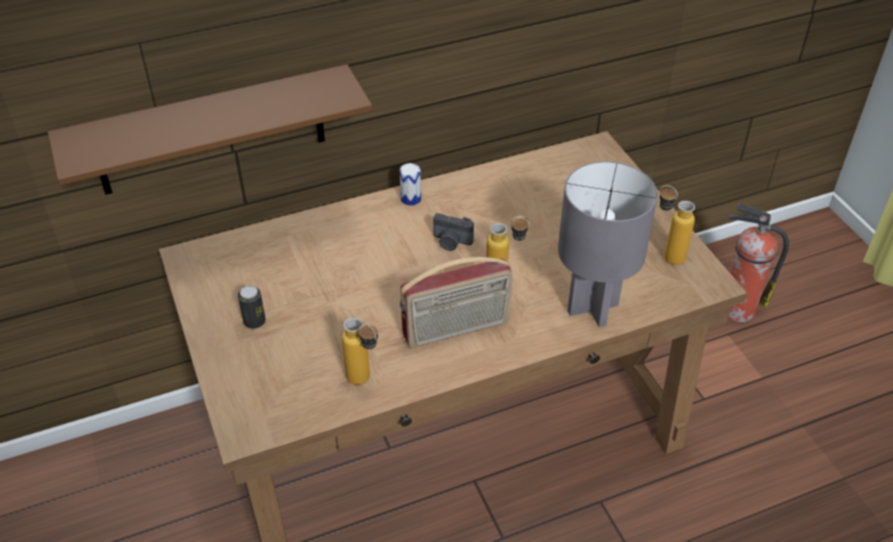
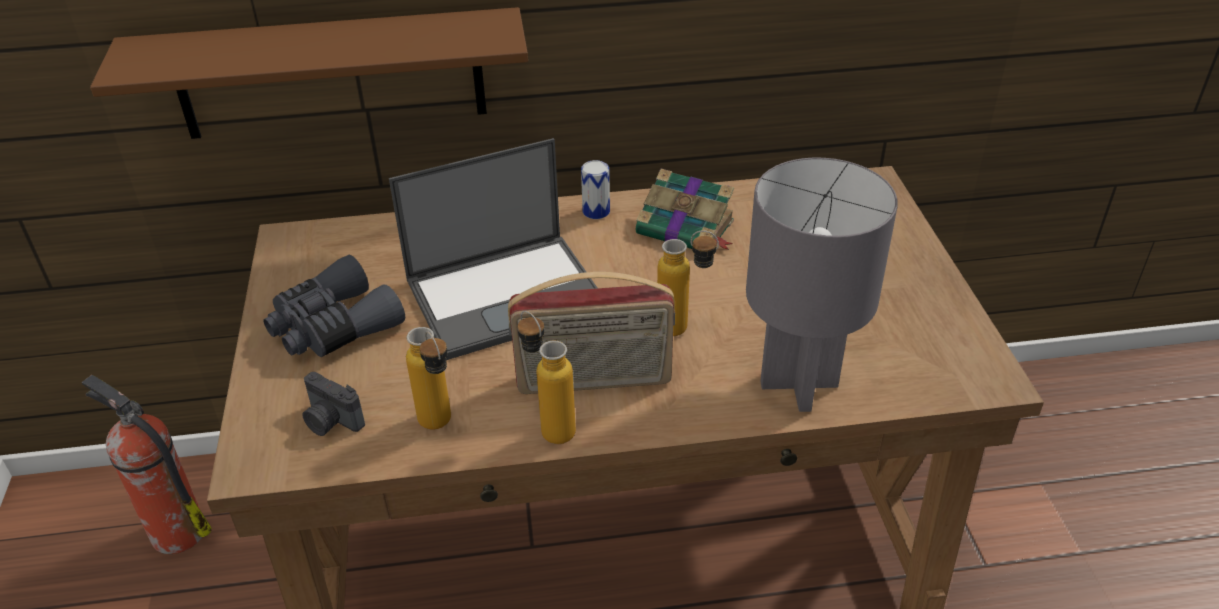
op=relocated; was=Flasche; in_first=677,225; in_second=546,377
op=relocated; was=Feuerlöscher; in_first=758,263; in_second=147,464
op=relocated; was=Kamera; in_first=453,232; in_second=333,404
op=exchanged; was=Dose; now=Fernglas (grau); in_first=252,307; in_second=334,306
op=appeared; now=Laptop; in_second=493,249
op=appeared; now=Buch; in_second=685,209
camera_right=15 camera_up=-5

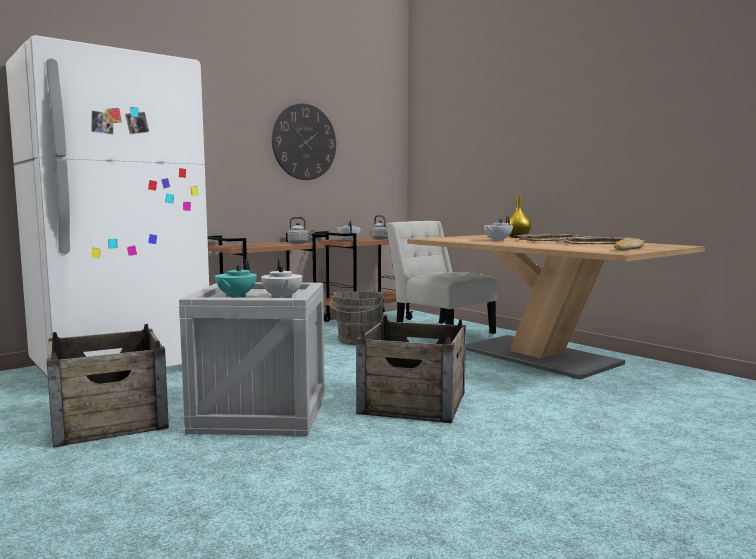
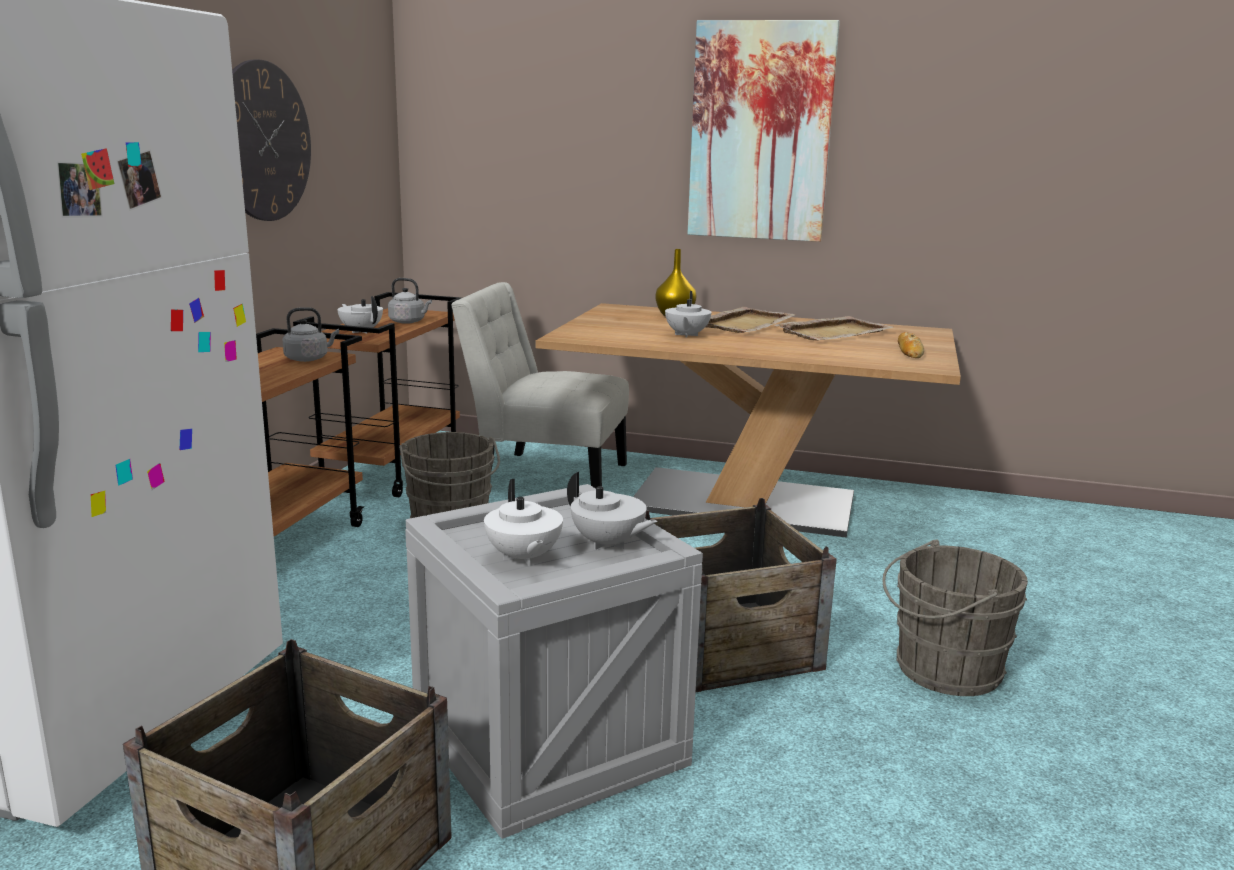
op=colour; was=Teekanne (türkis); now=Teekanne (weiß); in_first=236,278; in_second=523,522
op=appeared; now=Bild; in_second=763,131
op=appeared; now=Eimer (grau); in_second=955,618
camera_right=-35 camera_up=10

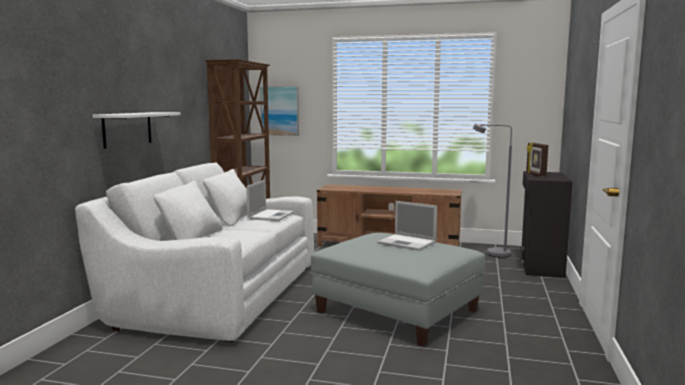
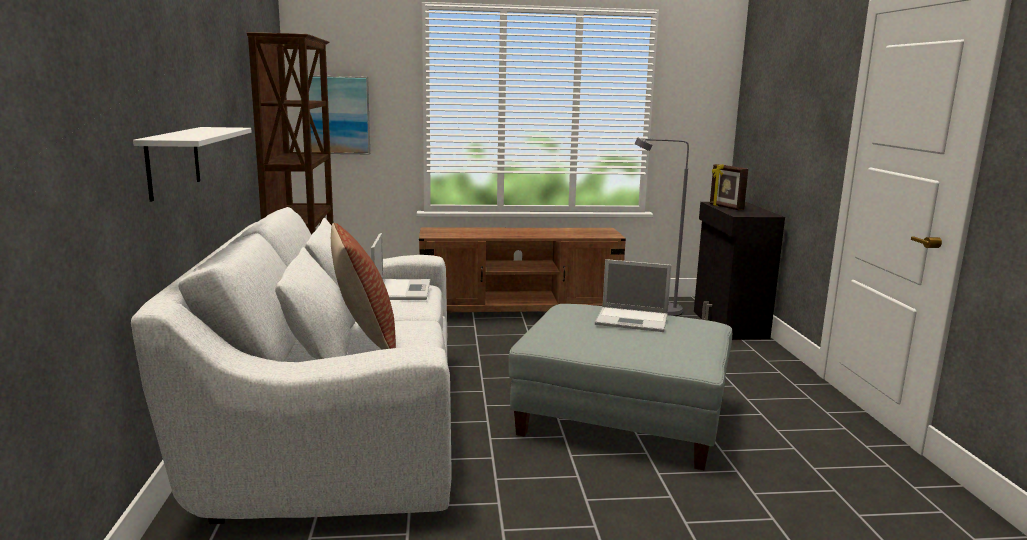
op=appeared; now=Kissen; in_second=363,286
camera_right=-20 camera_up=5

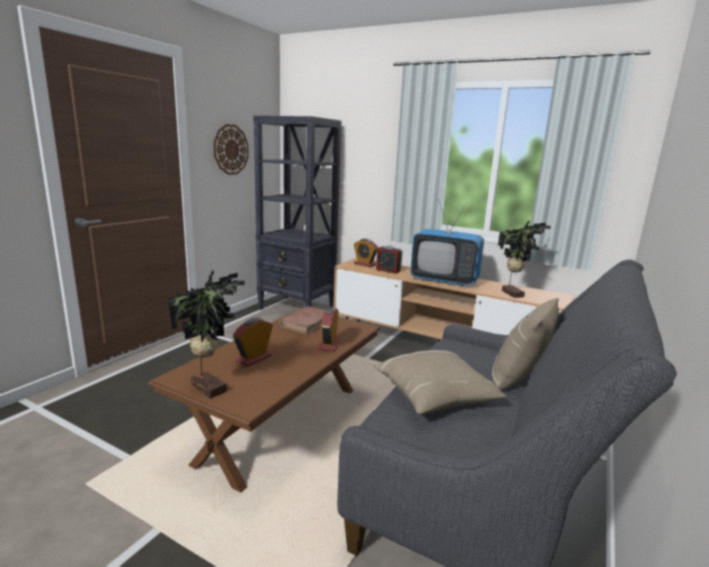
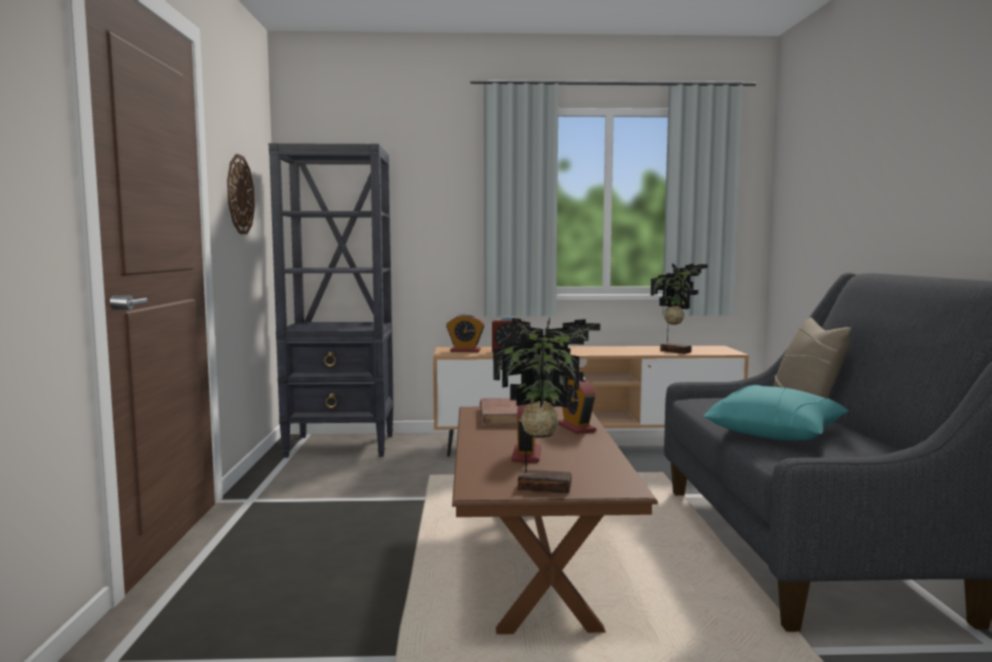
op=missing; was=Fernseher; in_first=447,242
op=colour; was=Kissen (beige); now=Kissen (türkis); in_first=440,382; in_second=776,413
camera_right=-30 camera_up=-10

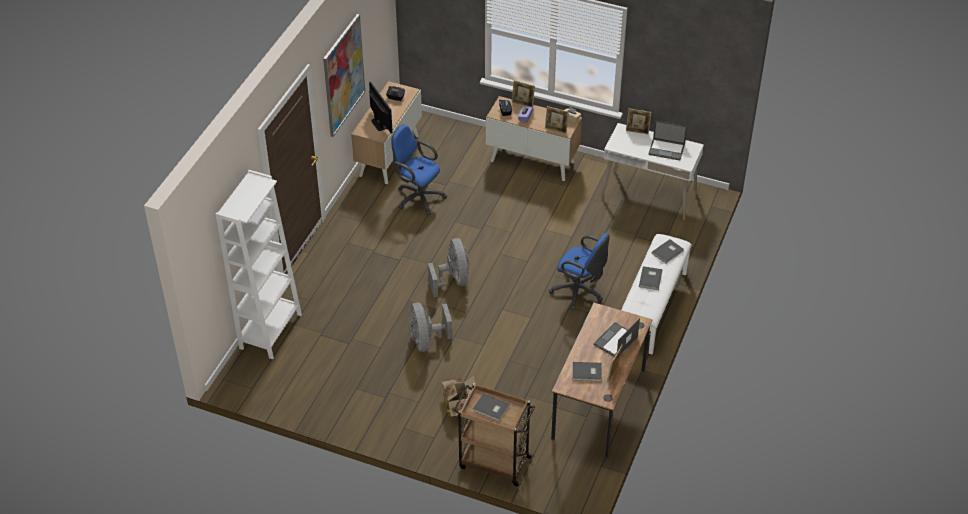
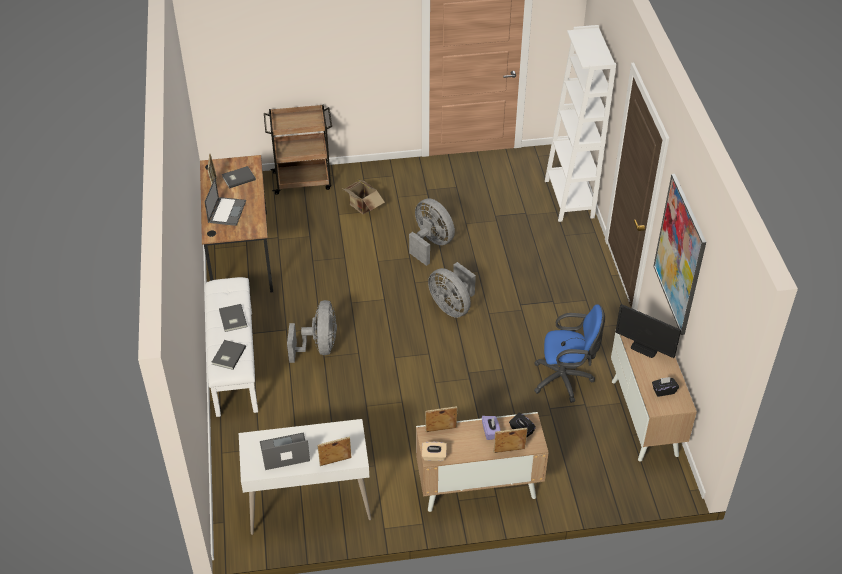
op=exchanged; was=Bürostuhl (blau); now=Ventilator (grau); in_first=579,271; in_second=312,331
op=missing; was=Buch (grau); in_first=491,407
camera_right=150 camera_up=0

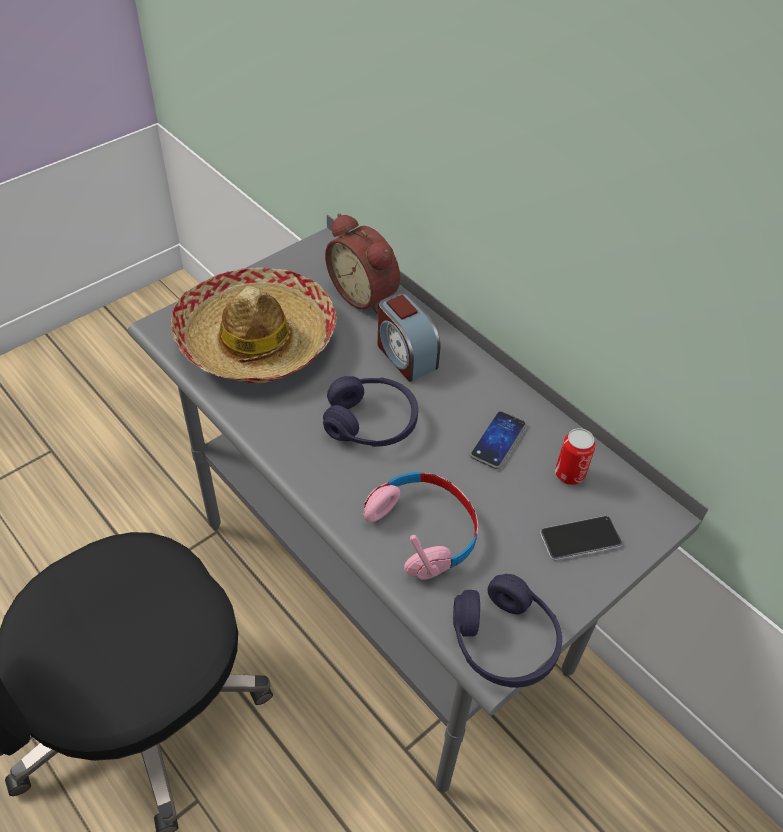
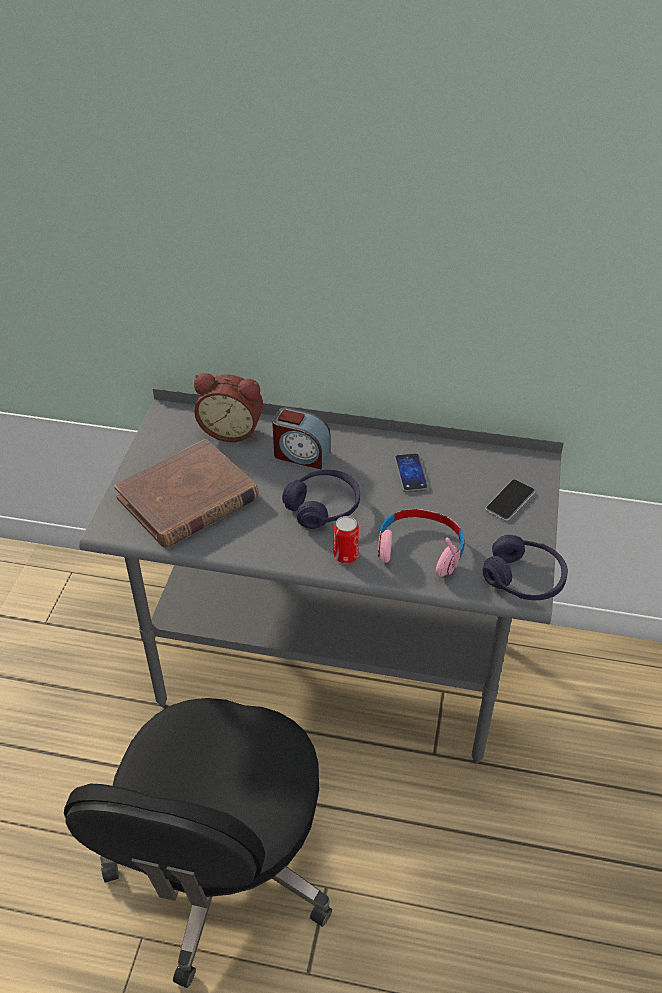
op=exchanged; was=Hut; now=Buch (braun); in_first=254,325; in_second=186,493
op=relocated; was=Dose; in_first=575,456; in_second=346,539
camera_right=-35 camera_up=-5

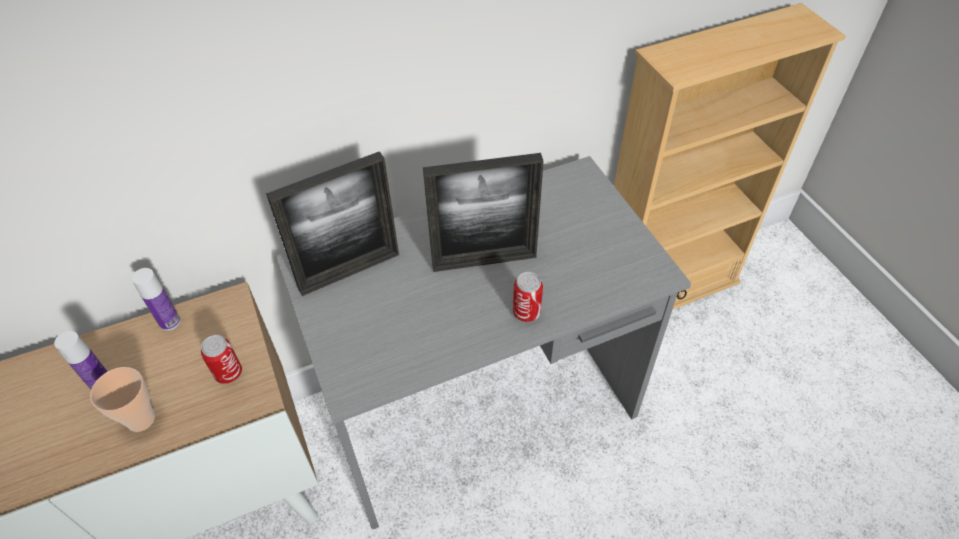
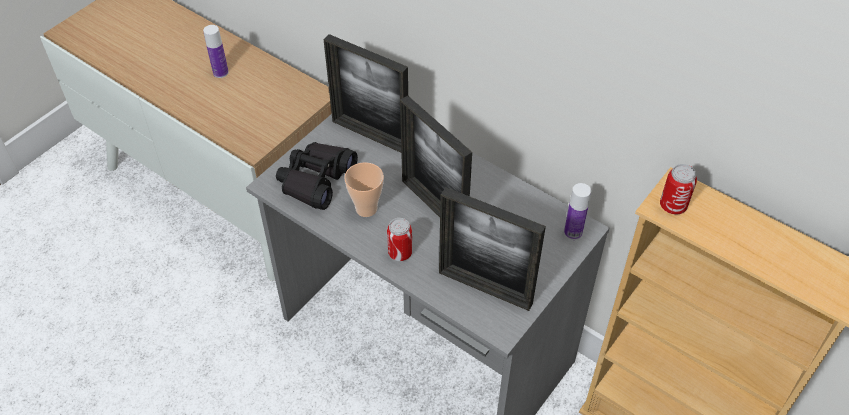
op=relocated; was=Flasche; in_first=156,299; in_second=577,211
op=relocated; was=Dose; in_first=221,359; in_second=678,189
op=relocated; was=Tasse; in_first=122,399; in_second=364,189
op=appeared; now=Fernglas (schwarz); in_second=317,176
op=appeared; now=Bilderrahmen; in_second=492,249
camera_right=60 camera_up=0

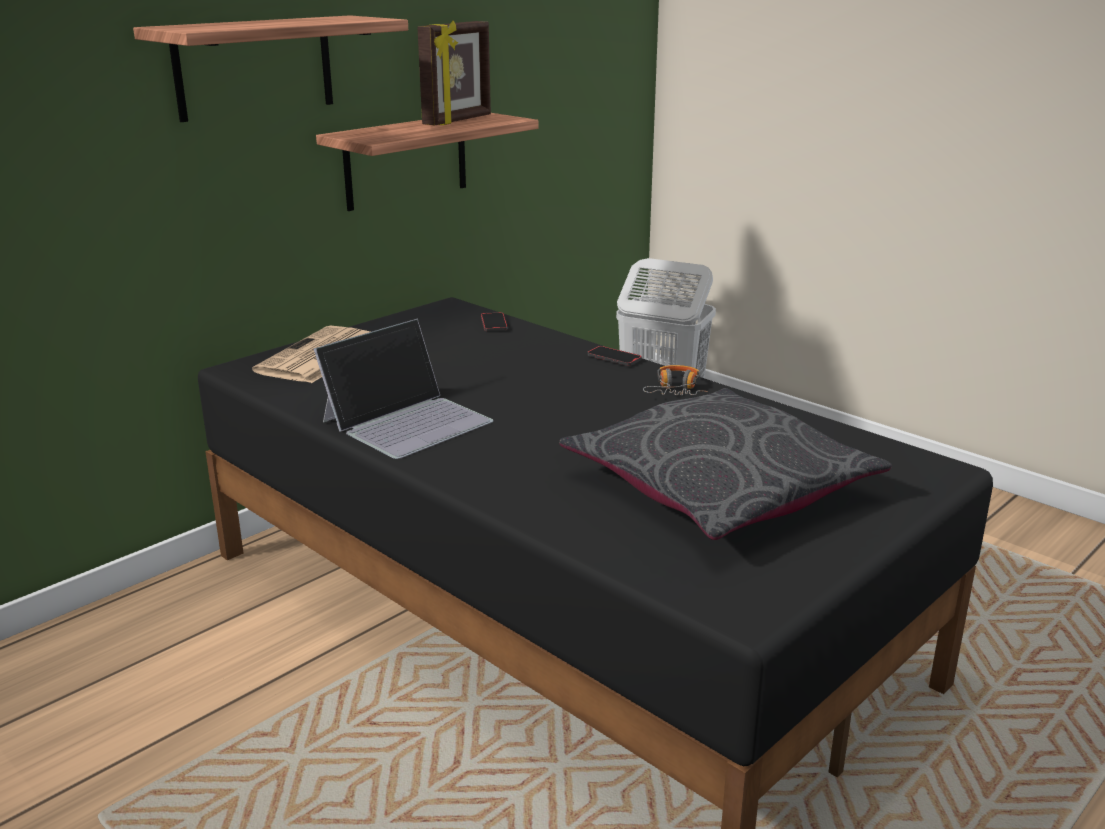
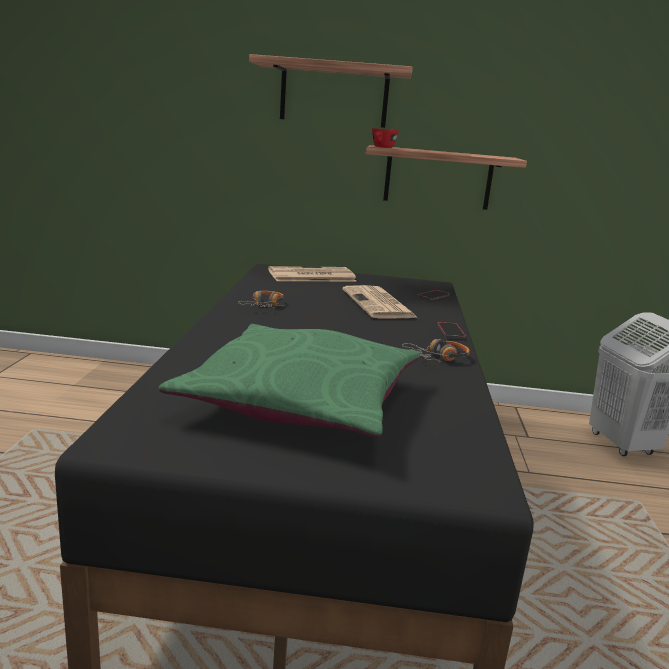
op=missing; was=Bilderrahmen; in_first=454,73
op=exchanged; was=Laptop; now=Kopfhörer; in_first=403,389; in_second=260,299
op=colour; was=Kissen (grau); now=Kissen (grün); in_first=726,464; in_second=289,380
op=appeared; now=Tasse (rot); in_second=385,138
op=appeared; now=Zeitung; in_second=380,301
camera_right=50 camera_up=-5

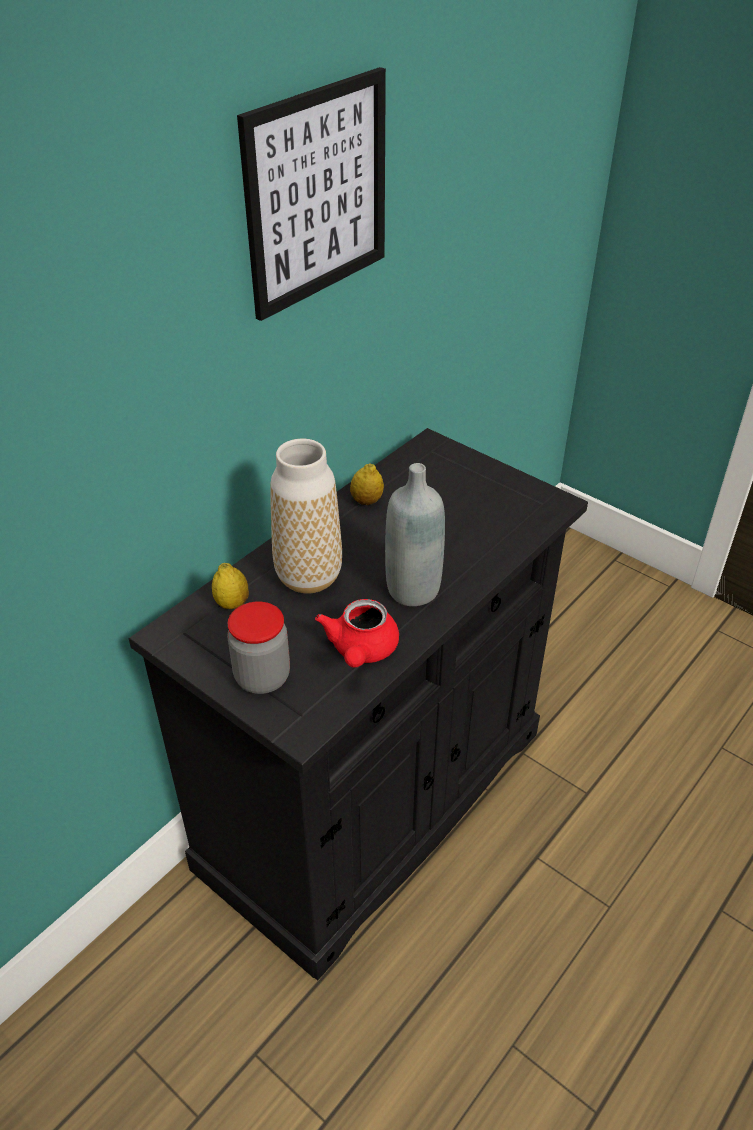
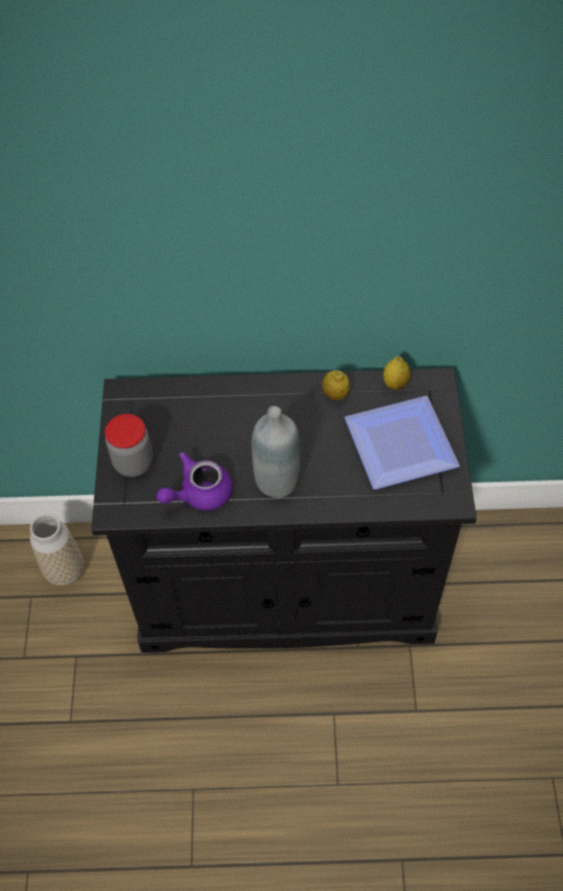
op=missing; was=Bild; in_first=311,194
op=relocated; was=Vase; in_first=306,516; in_second=57,549
op=relocated; was=Zitrone; in_first=230,586; in_second=396,373
op=colour; was=Teekanne (rot); now=Teekanne (lila); in_first=357,633; in_second=195,481
op=appeared; now=Teller; in_second=402,443
camera_right=50 camera_up=15

